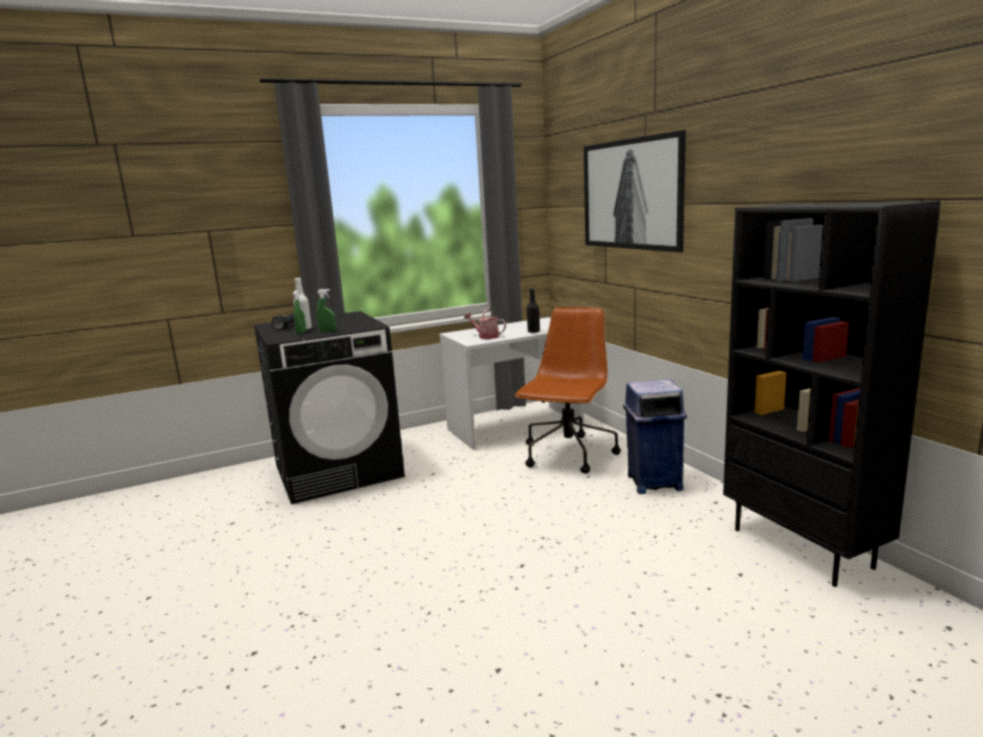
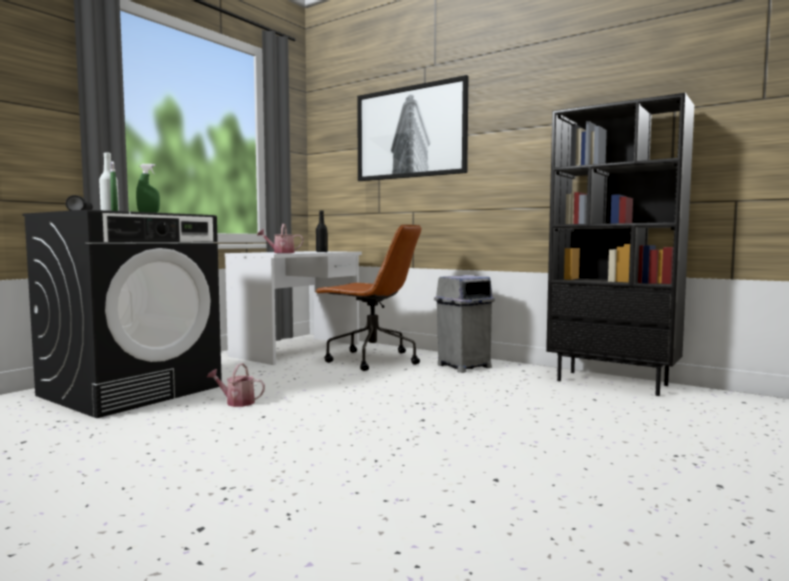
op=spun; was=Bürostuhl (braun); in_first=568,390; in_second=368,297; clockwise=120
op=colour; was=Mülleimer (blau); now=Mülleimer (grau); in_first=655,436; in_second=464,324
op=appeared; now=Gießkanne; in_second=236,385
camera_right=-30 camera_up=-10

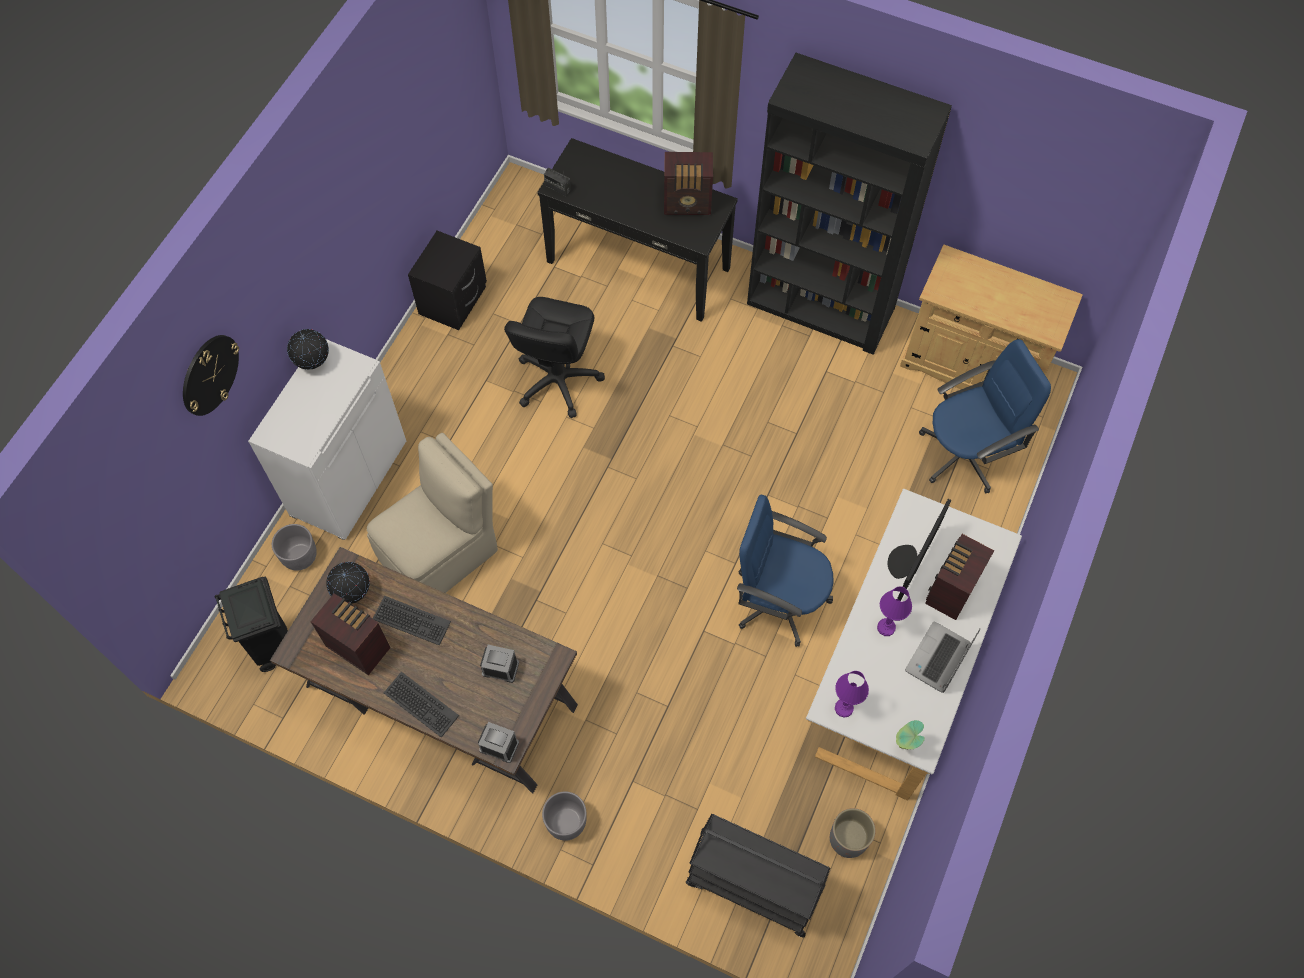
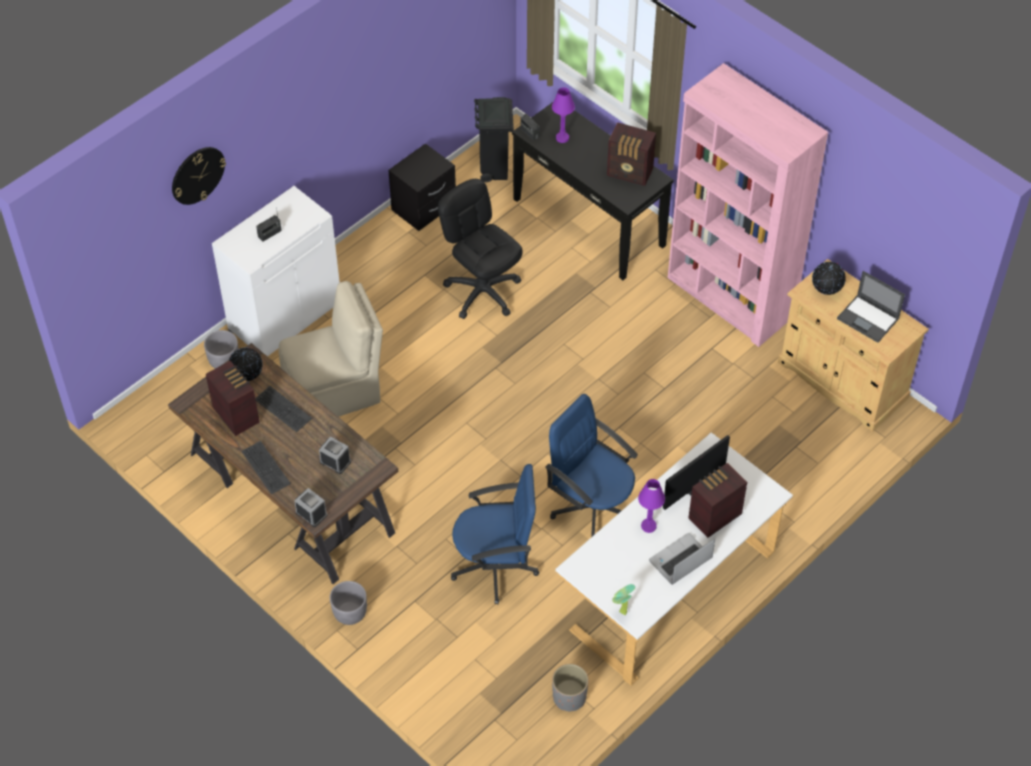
op=colour; was=Bücherregal (schwarz); now=Bücherregal (rosa); in_first=849,204; in_second=748,205
op=spun; was=Bürostuhl (schwarz); in_first=554,357; in_second=480,249; clockwise=105
op=relocated; was=Globus; in_first=308,349; in_second=829,278
op=relocated; was=Bürostuhl (blau); in_first=985,416; in_second=495,534
op=relocated; was=Mülleimer (schwarz); in_first=251,624; in_second=494,139
op=relocated; was=Tischlampe (lila); in_first=852,694; in_second=563,115
op=missing; was=Rollwagen (schwarz); in_first=758,876
op=appeared; now=Radio; in_second=269,225
op=appeared; now=Laptop; in_second=871,307
camera_right=20 camera_up=-10

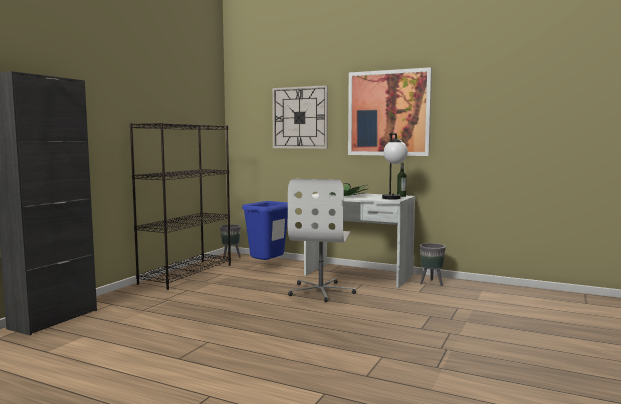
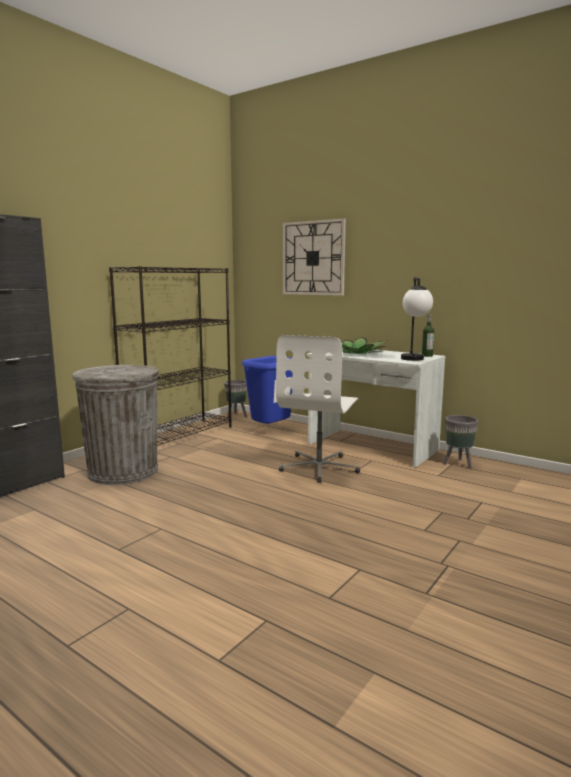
op=missing; was=Bild; in_first=390,111
op=appeared; now=Mülleimer (grau); in_second=116,425
camera_right=10 camera_up=5

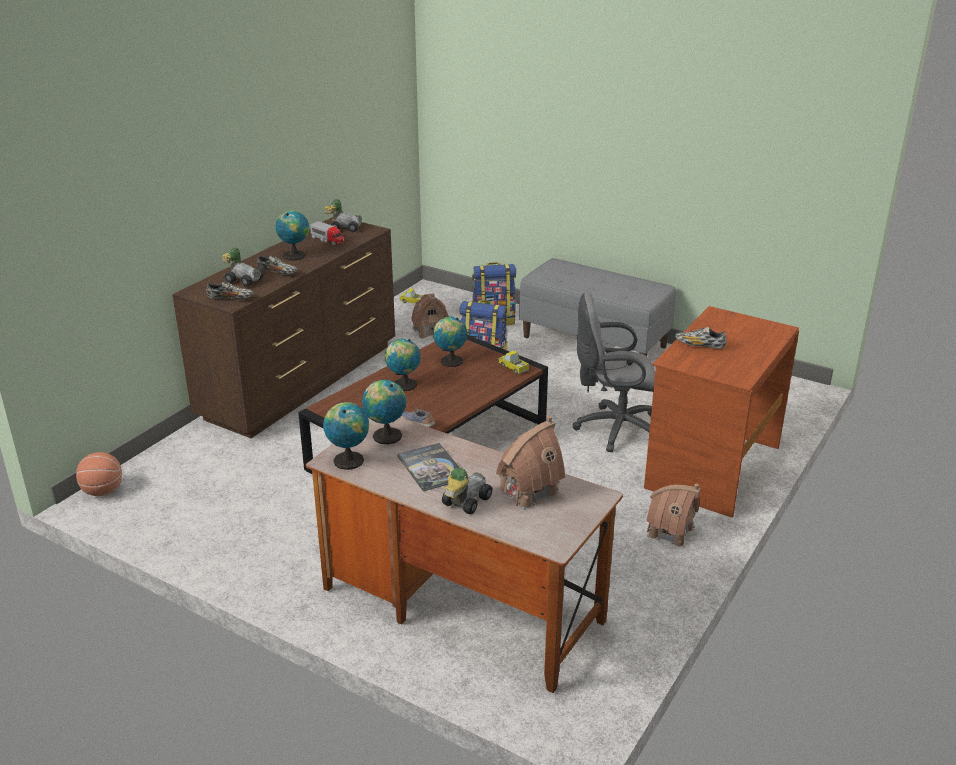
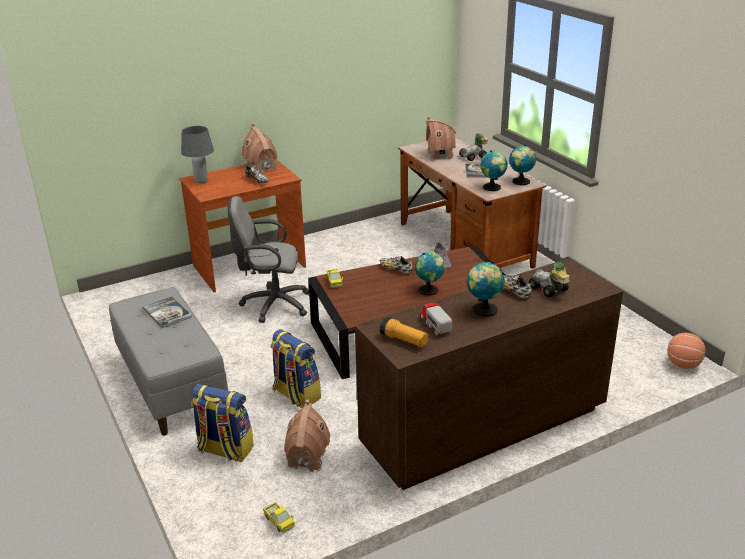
op=exchanged; was=Spielzeugauto; now=Taschenlampe; in_first=343,215; in_second=404,332
op=relocated; was=Schuh; in_first=230,291; in_second=396,265
op=spun; was=Bürostuhl (grau); in_first=614,372; in_second=268,259; clockwise=150
op=missing; was=Globus; in_first=450,342
op=relocated; was=Spielzeughaus; in_first=673,515; in_second=260,148
op=appeared; now=Tischlampe (grau); in_second=197,155
op=appeared; now=Buch; in_second=167,312
camera_right=-150 camera_up=0

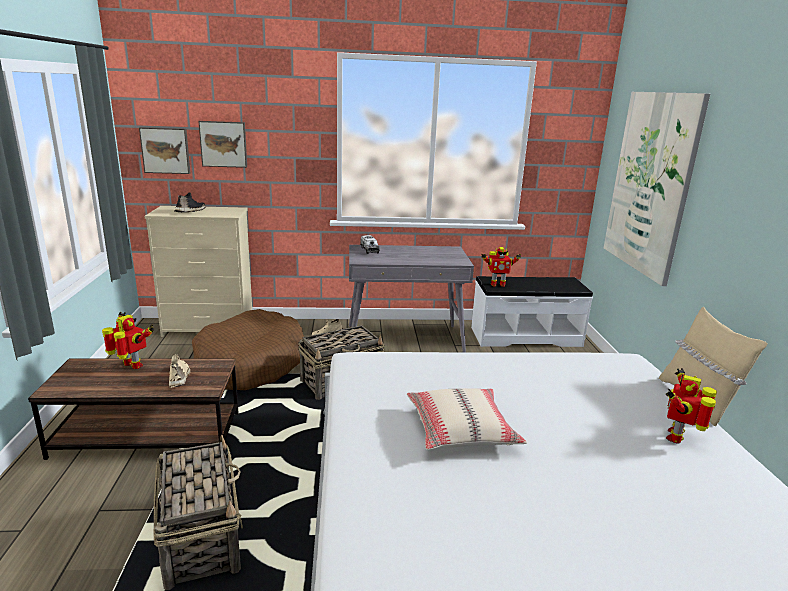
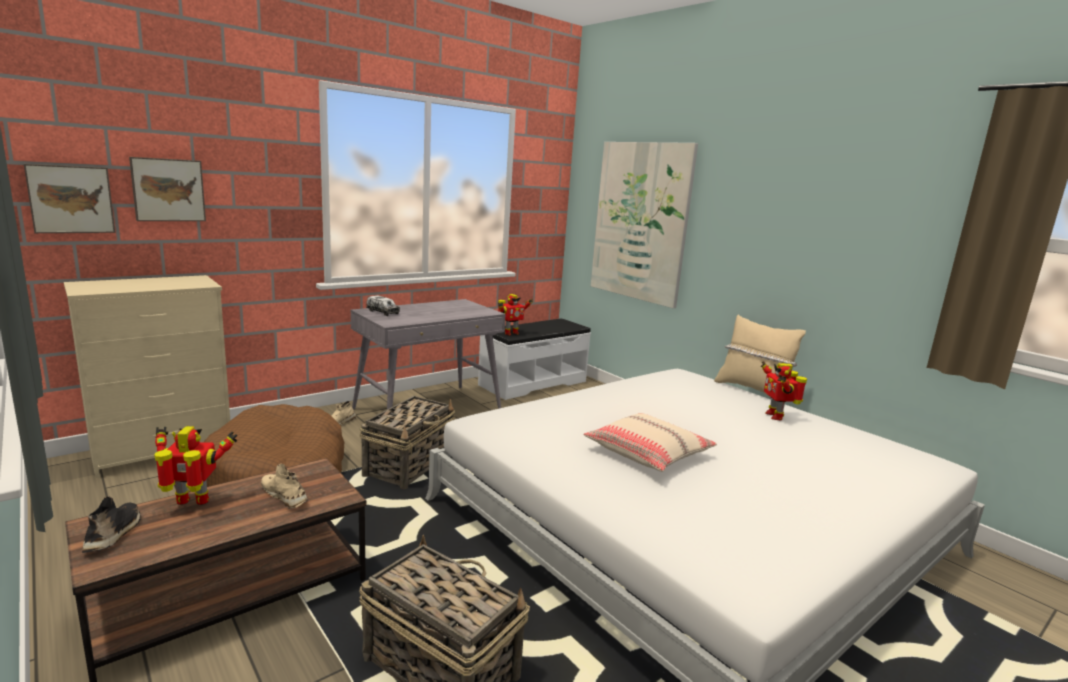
op=relocated; was=Schuh (schwarz); in_first=190,202; in_second=111,524
camera_right=-35 camera_up=-5

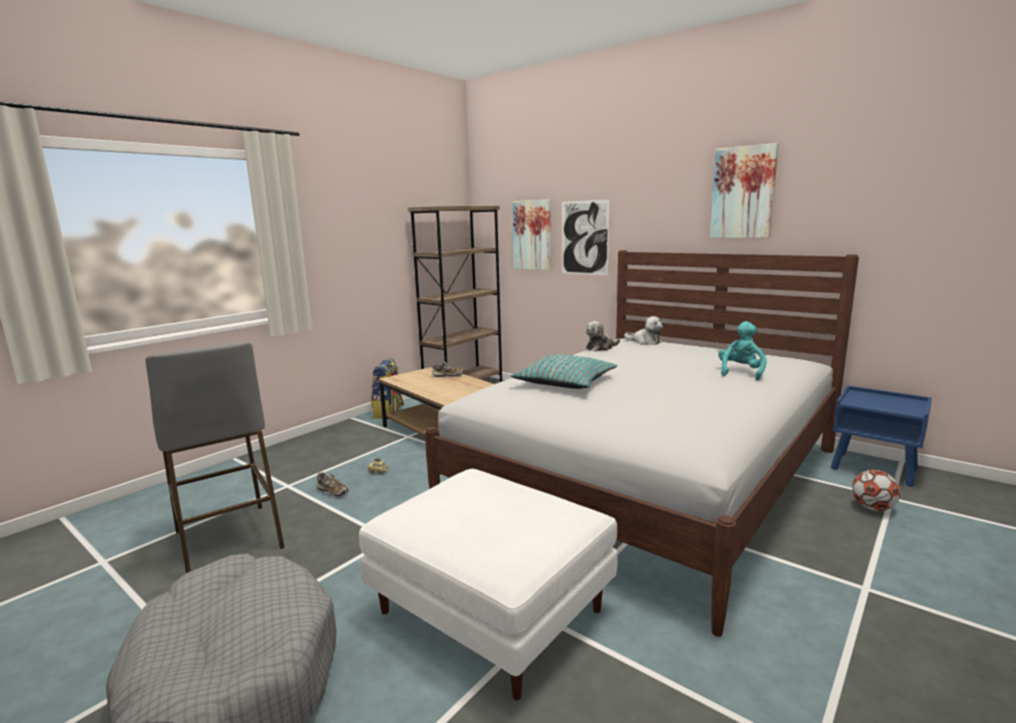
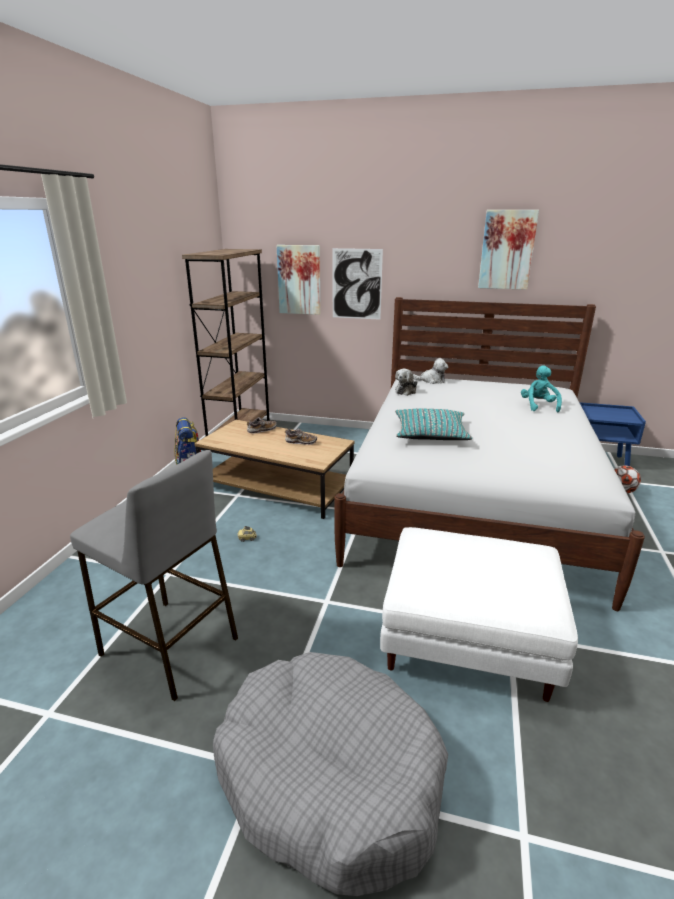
op=relocated; was=Schuh; in_first=333,484; in_second=300,436
camera_right=-25 camera_up=10

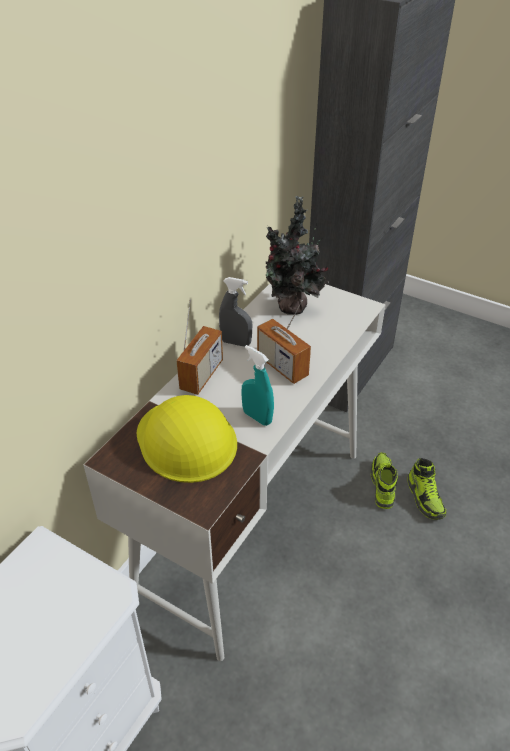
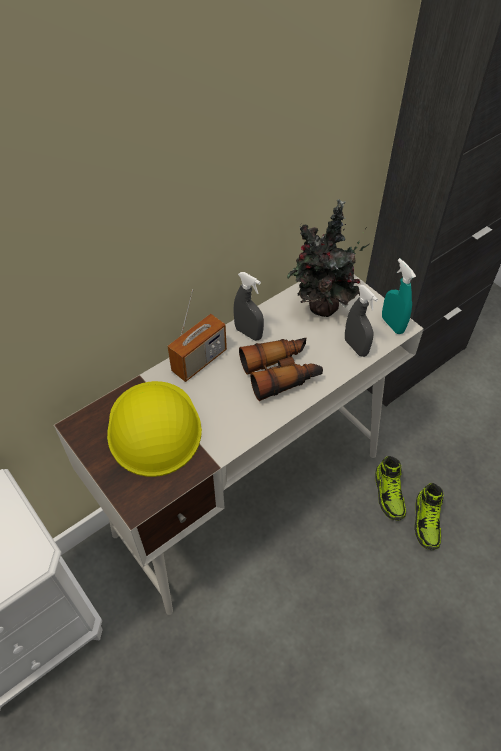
op=exchanged; was=Radio; now=Fernglas; in_first=284,342; in_second=281,369
op=relocated; was=Sprühflasche (türkis); in_first=257,385; in_second=399,296
op=spun; was=Schuh; in_first=384,480; in_second=390,488; clockwise=150
op=appeared; now=Sprühflasche (grau); in_second=361,321
camera_right=20 camera_up=10

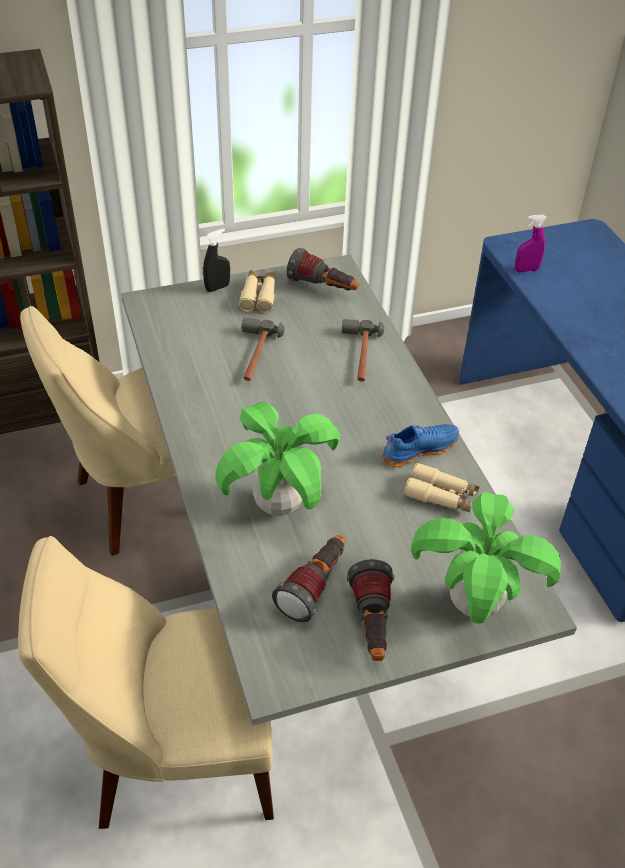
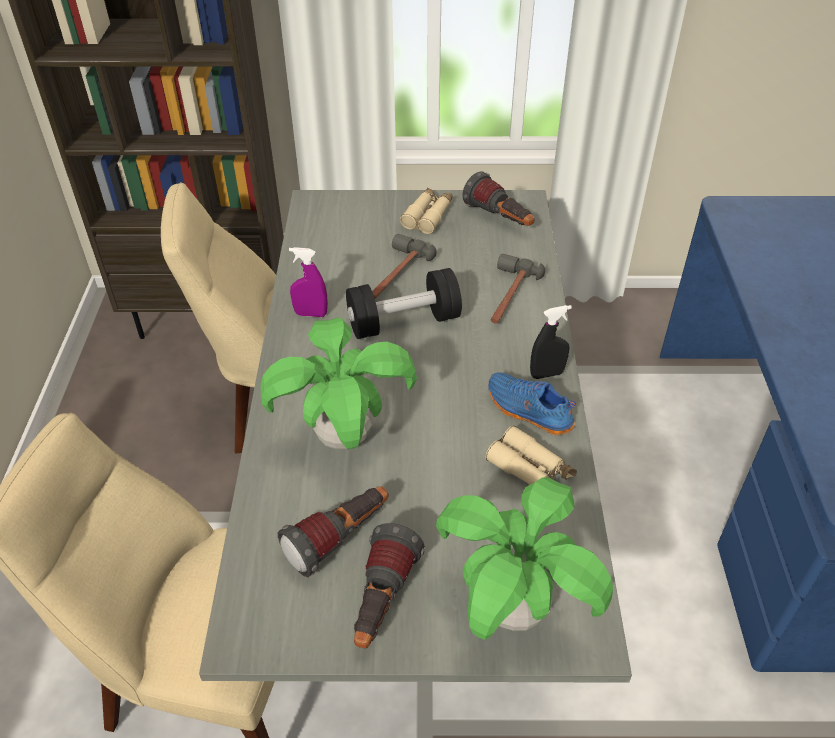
op=relocated; was=Sprühflasche (lila); in_first=531,243; in_second=308,282
op=relocated; was=Sprühflasche (schwarz); in_first=216,260; in_second=551,342
op=spun; was=Schuh (blau); in_first=420,445; in_second=532,403; clockwise=-135
op=appeared; now=Hantel (schwarz); in_second=404,303
camera_right=20 camera_up=0

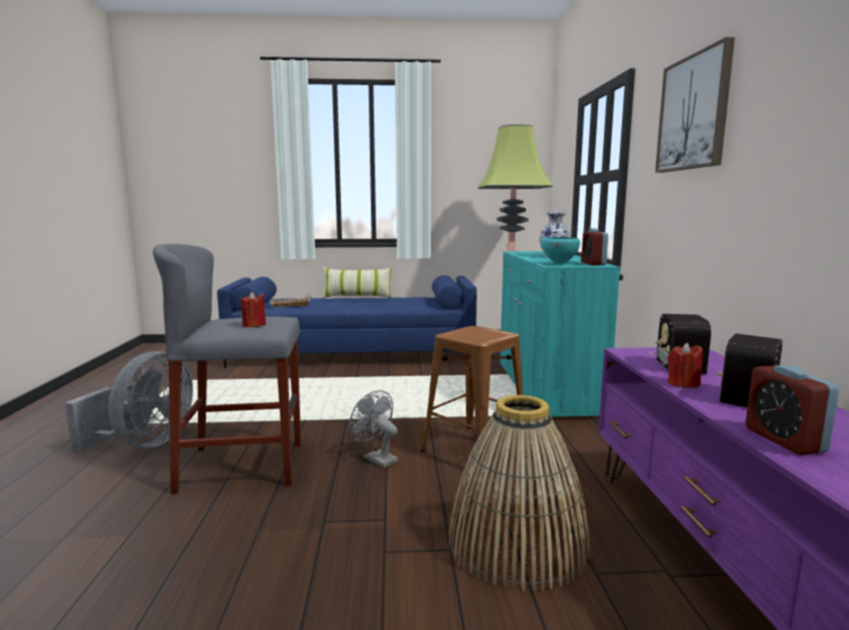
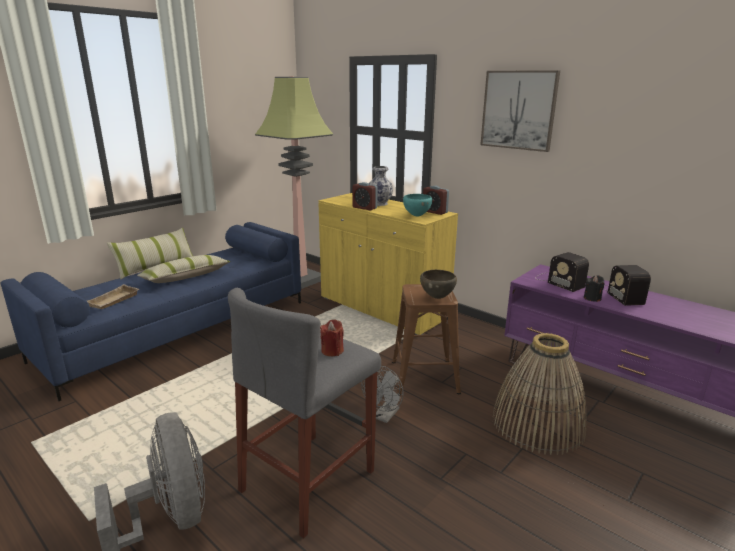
op=colour; was=Schrank (türkis); now=Schrank (gelb); in_first=560,334; in_second=388,264
op=colour; was=Kerze (rot); now=Kerze (schwarz); in_first=685,365; in_second=594,288
op=relocated; was=Wecker; in_first=792,410; in_second=365,196
op=spun; was=Ventilator (grau); in_first=373,429; in_second=382,394; clockwise=-60
op=appeared; now=Kissen; in_second=183,269
op=appeared; now=Schüssel (braun); in_second=438,284
camera_right=-45 camera_up=10

